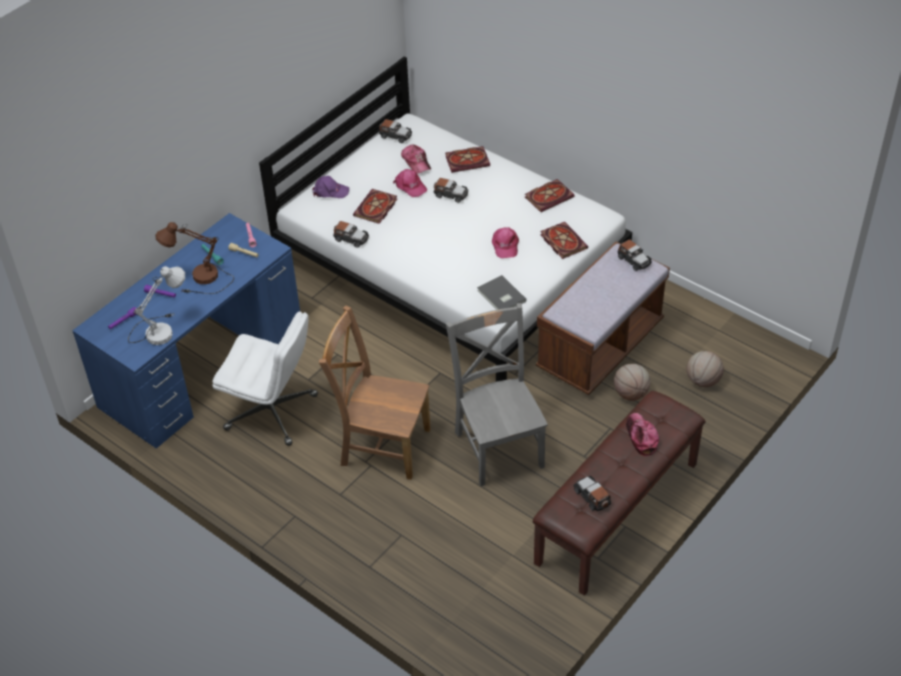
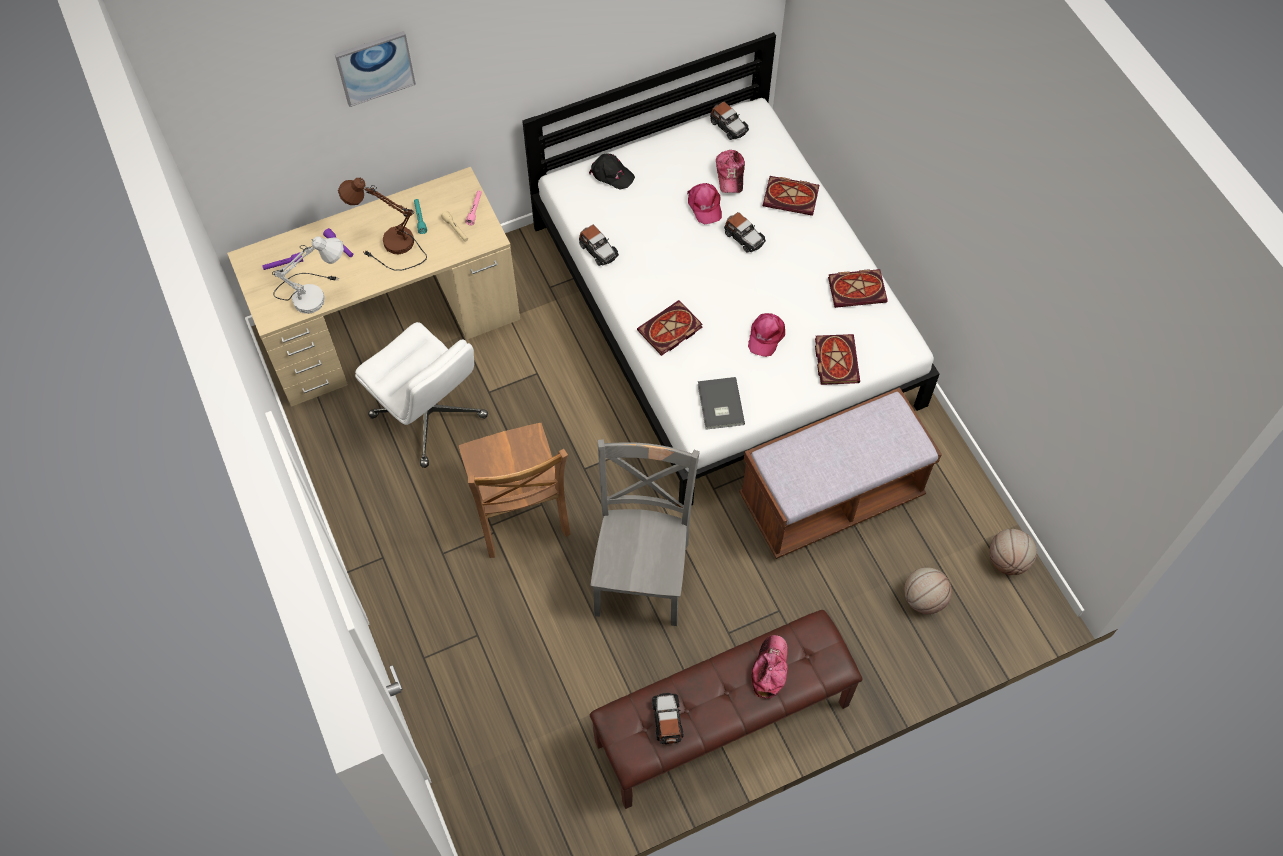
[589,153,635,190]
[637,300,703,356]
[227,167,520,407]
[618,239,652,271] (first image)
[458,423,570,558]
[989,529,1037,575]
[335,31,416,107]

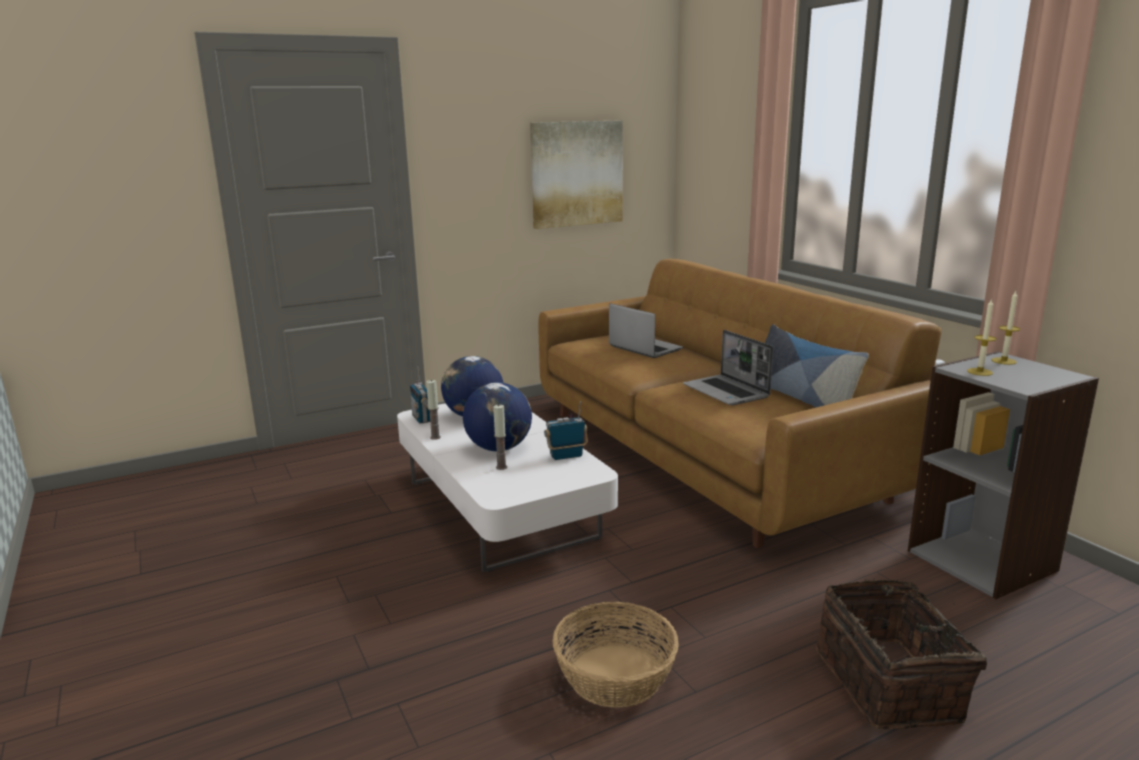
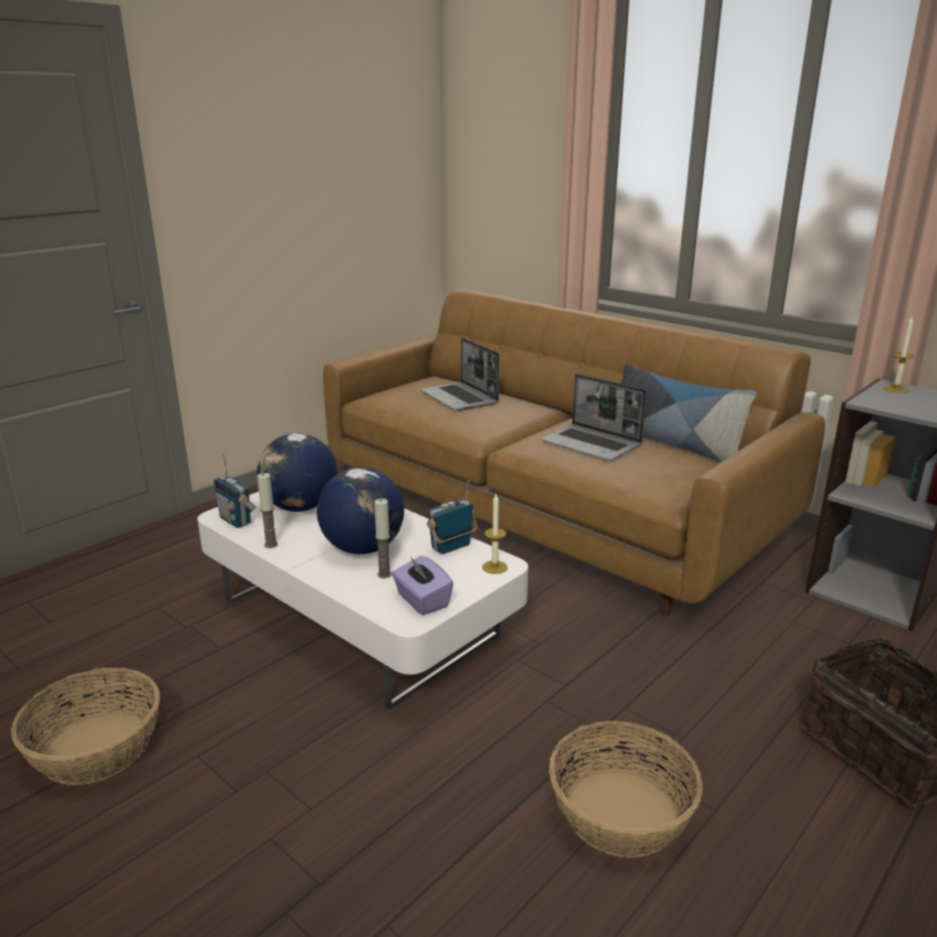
[530,120,623,229] (first image)
[482,494,508,574]
[420,338,499,411]
[392,556,453,615]
[11,667,160,785]

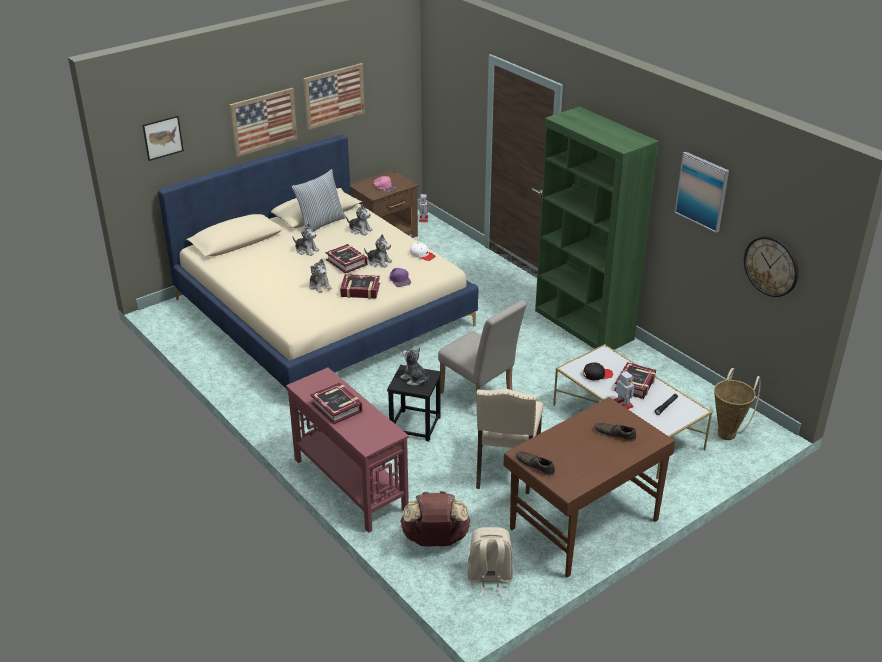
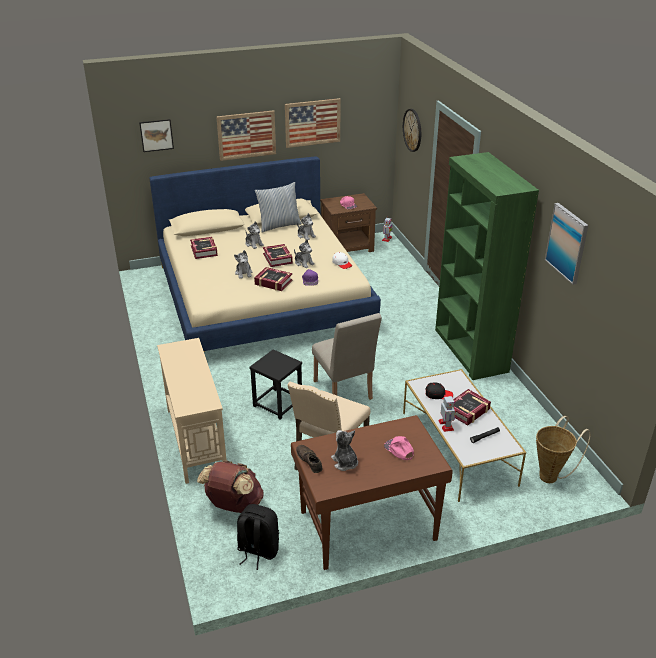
[403,109,421,152]
[331,430,358,471]
[157,338,227,484]
[190,237,218,259]
[384,436,414,460]
[237,504,279,570]

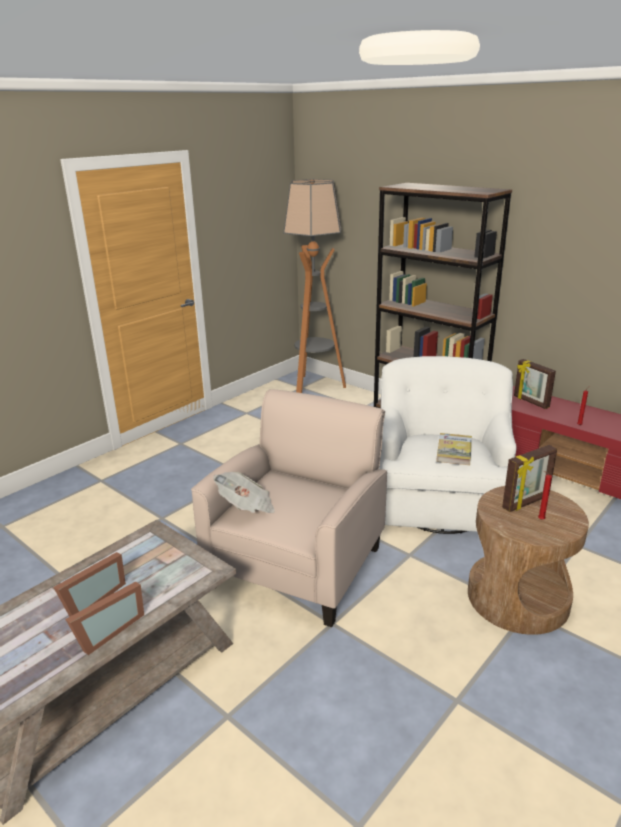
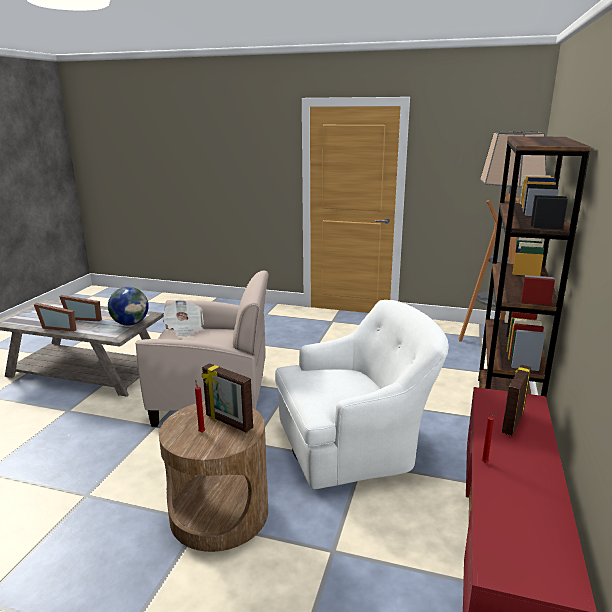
[436,433,472,465] (first image)
[108,287,149,325]

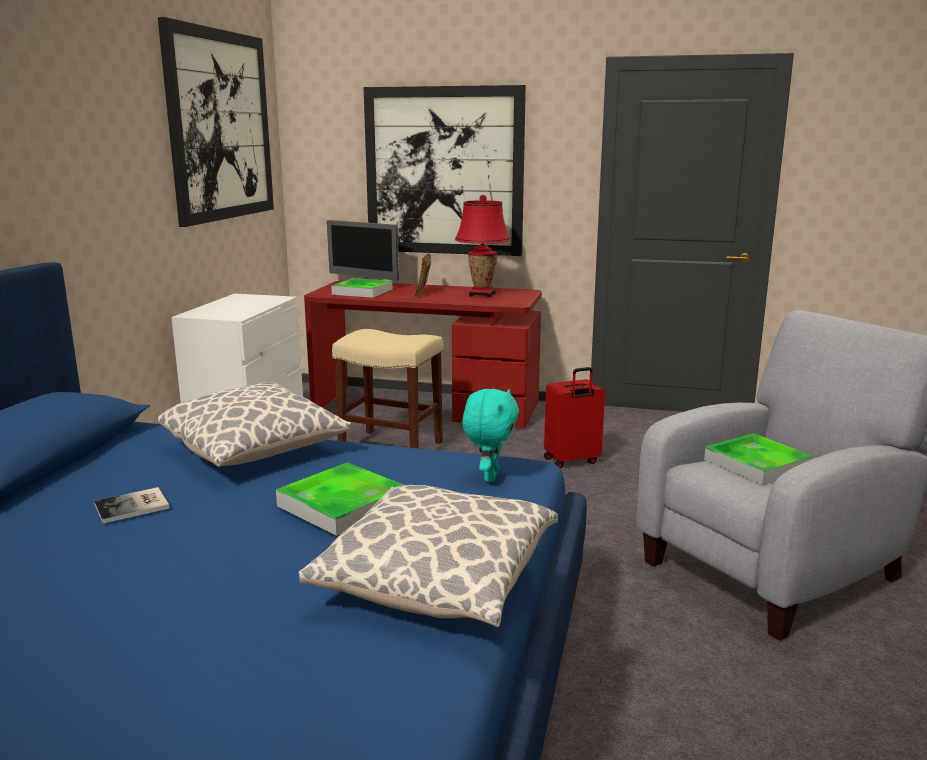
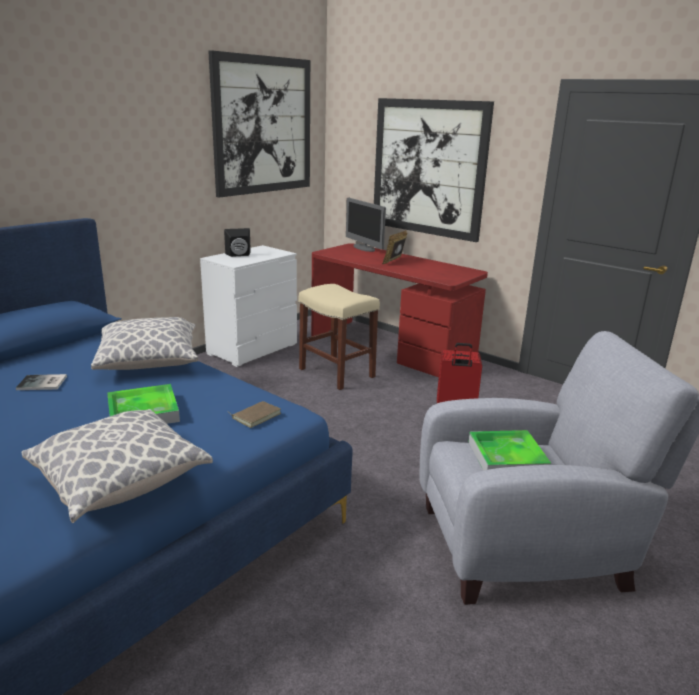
[455,195,510,297] (first image)
[331,278,393,298] (first image)
[232,401,281,428]
[224,228,251,257]

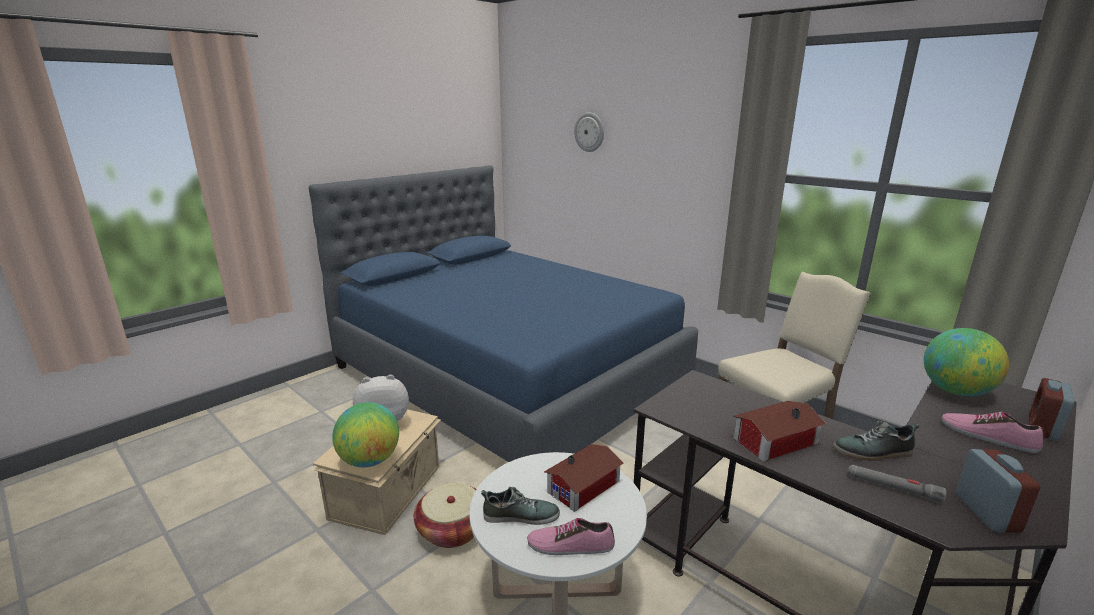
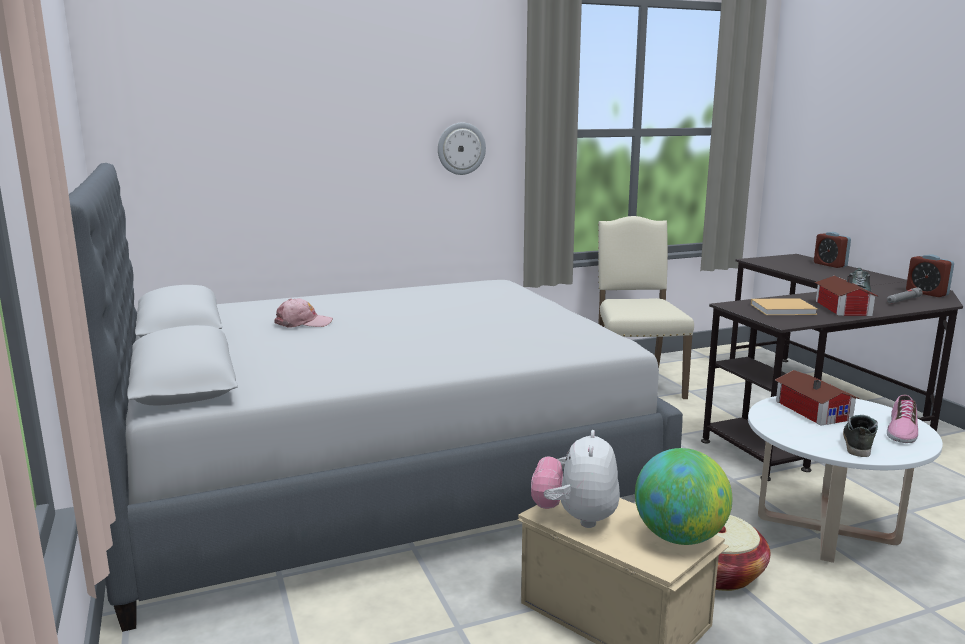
[438,122,486,175]
[69,163,683,632]
[924,328,1009,396] (first image)
[942,412,1044,453] (first image)
[906,255,954,297]
[274,298,333,328]
[751,298,817,315]

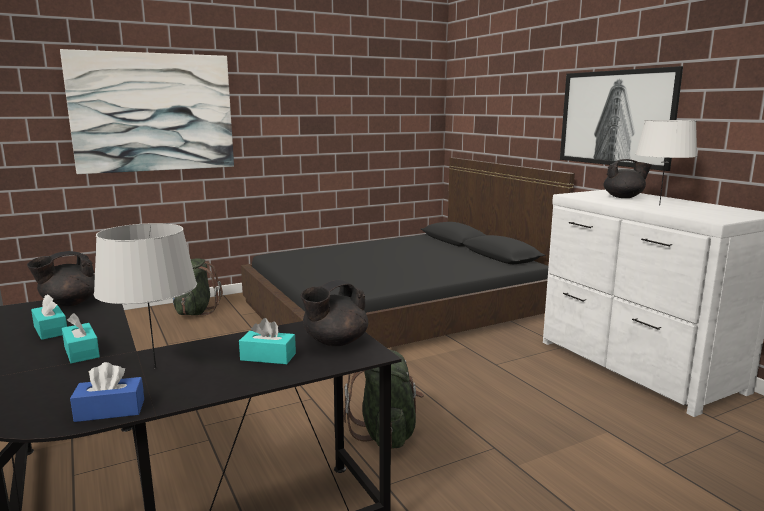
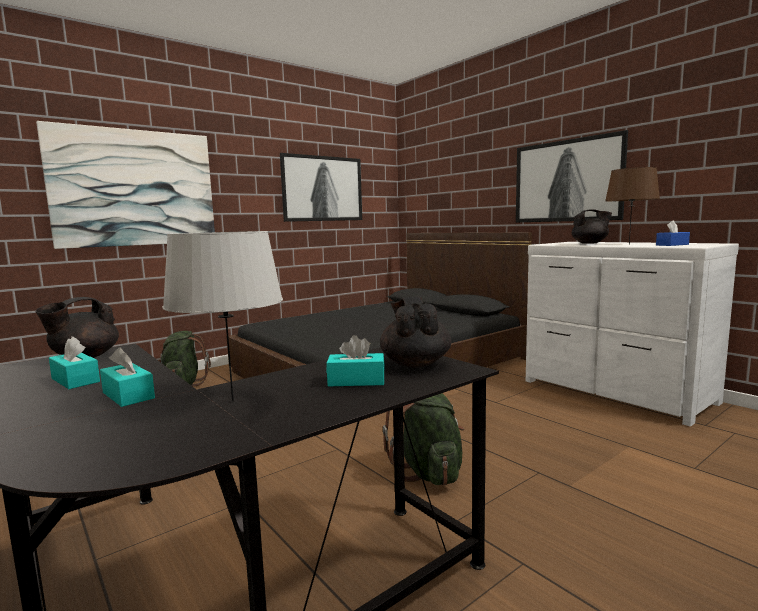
[605,167,660,245]
[380,296,451,368]
[656,221,690,246]
[280,153,362,222]

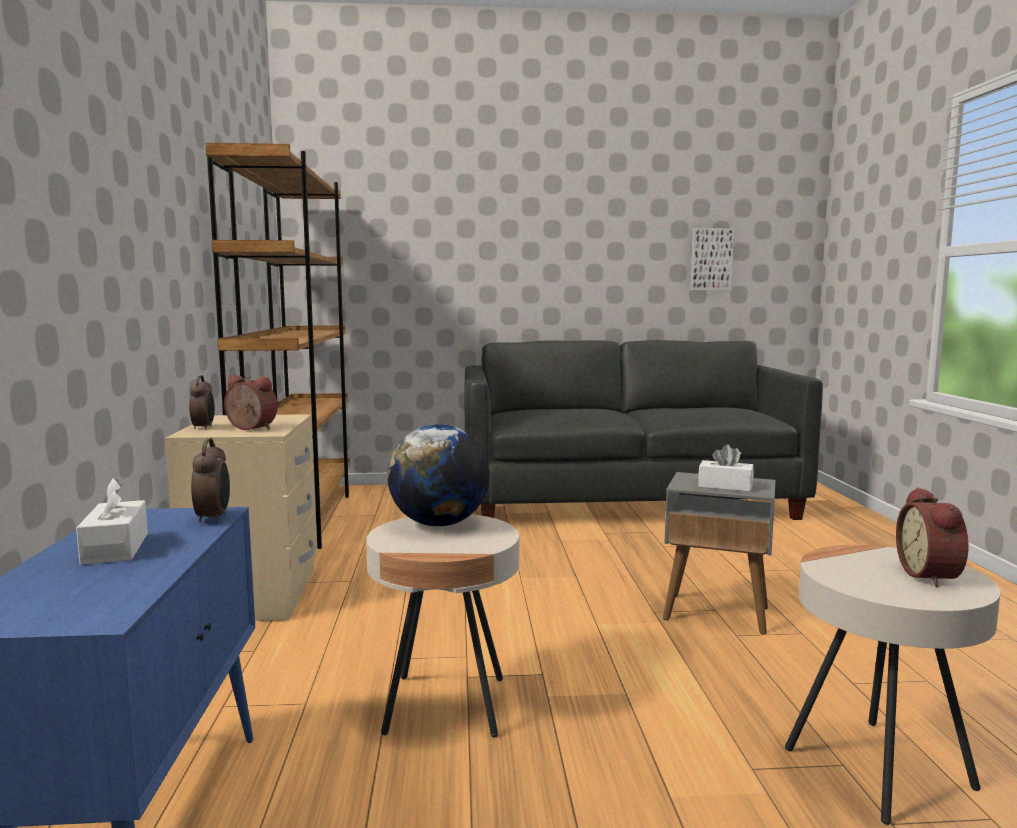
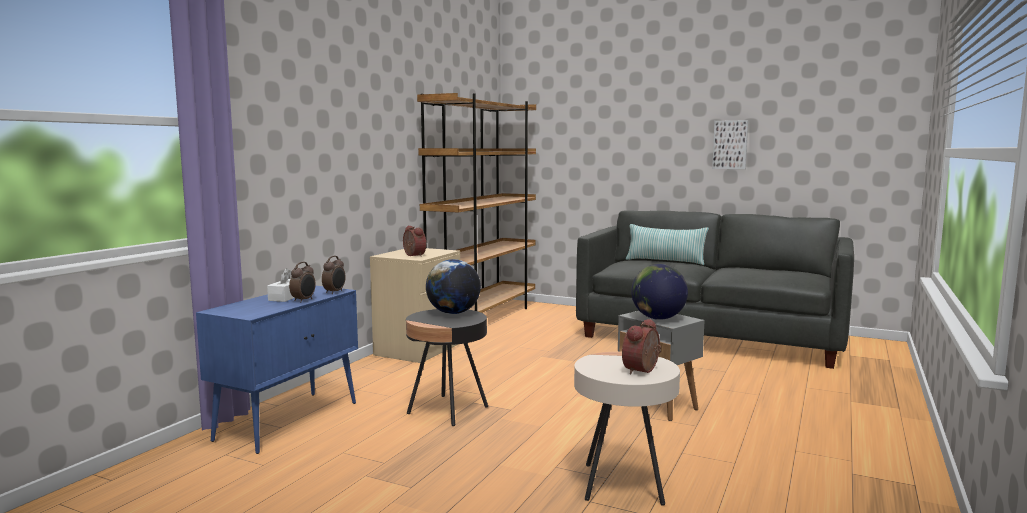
[712,120,748,169]
[289,262,316,302]
[631,264,688,320]
[406,309,488,426]
[626,224,709,265]

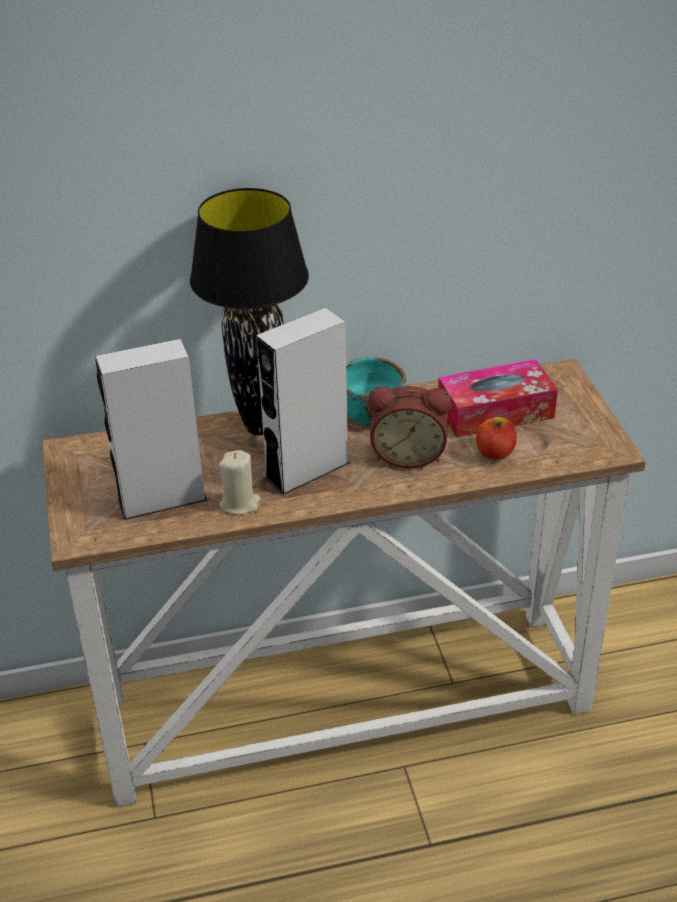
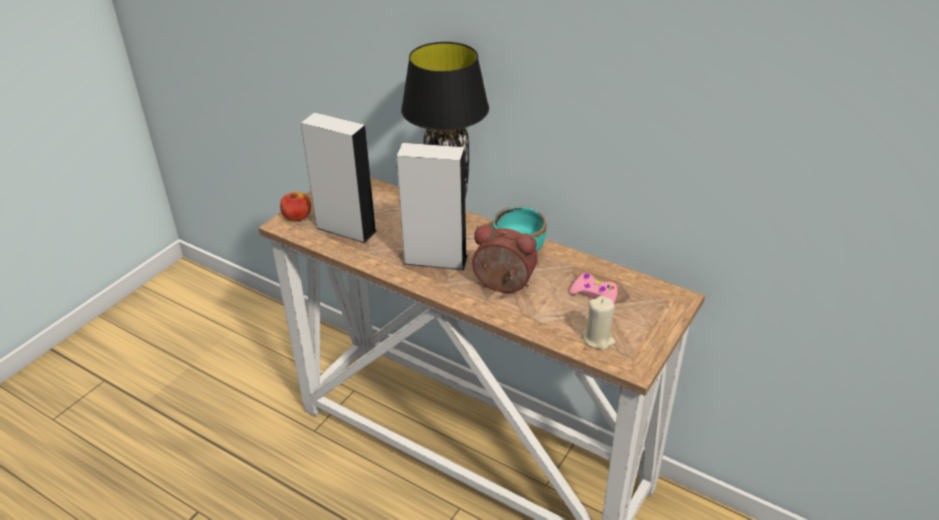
[570,273,618,304]
[472,225,537,293]
[280,192,311,221]
[583,296,616,350]

